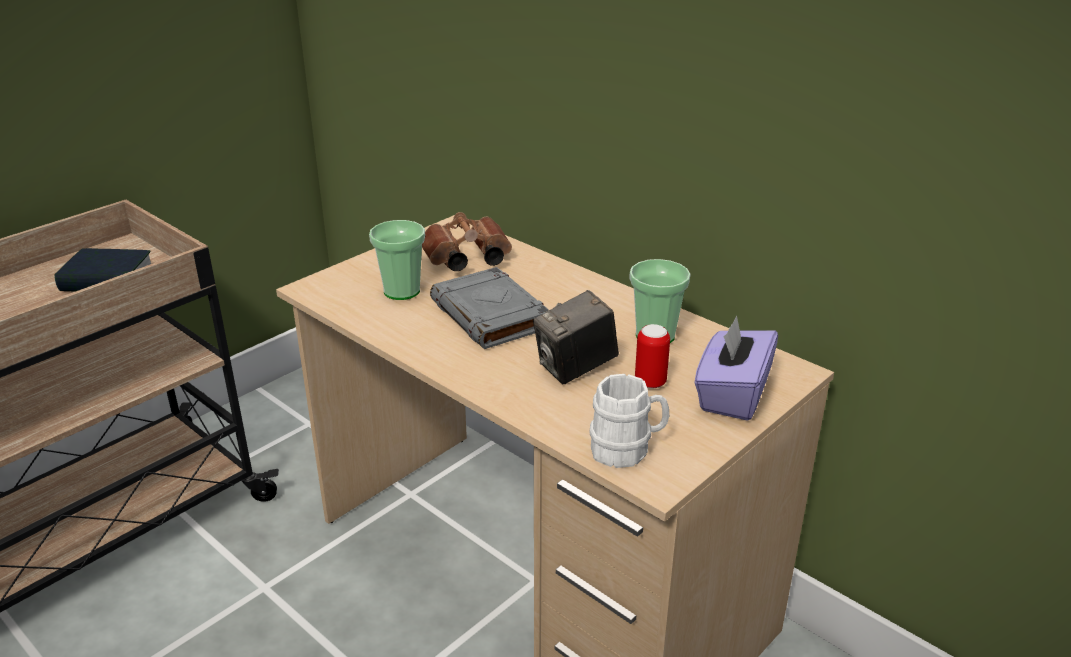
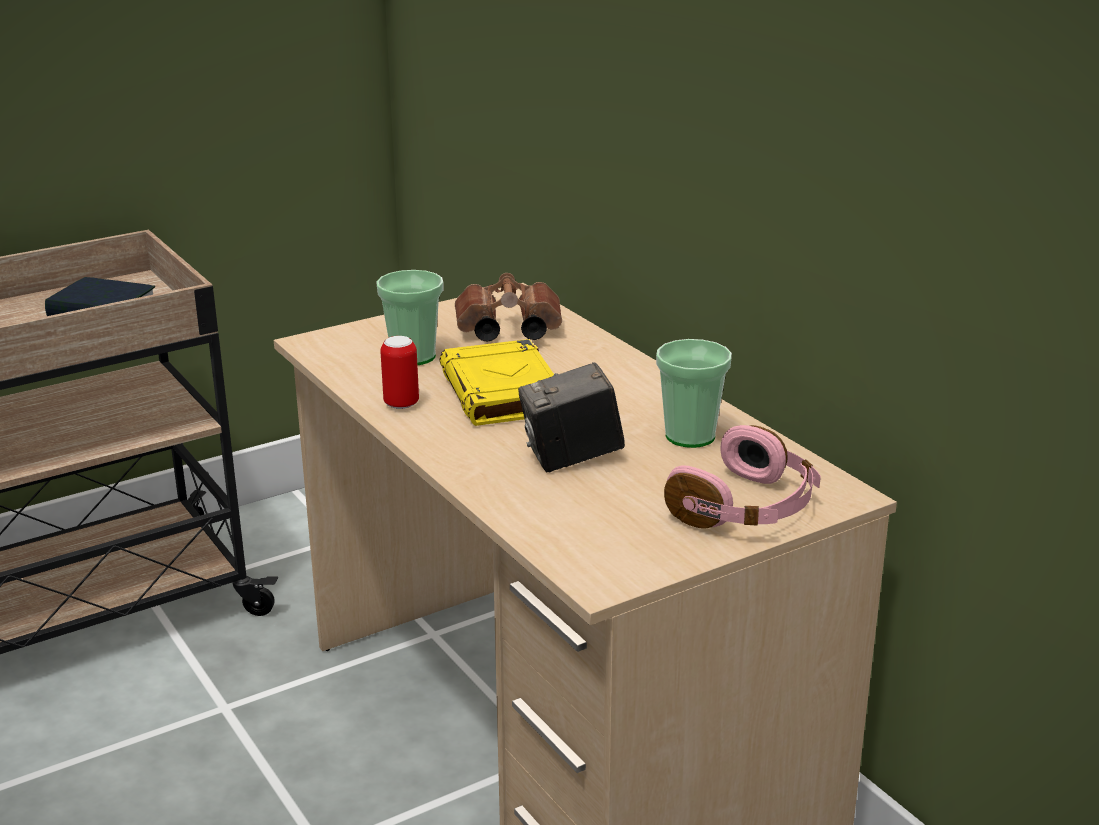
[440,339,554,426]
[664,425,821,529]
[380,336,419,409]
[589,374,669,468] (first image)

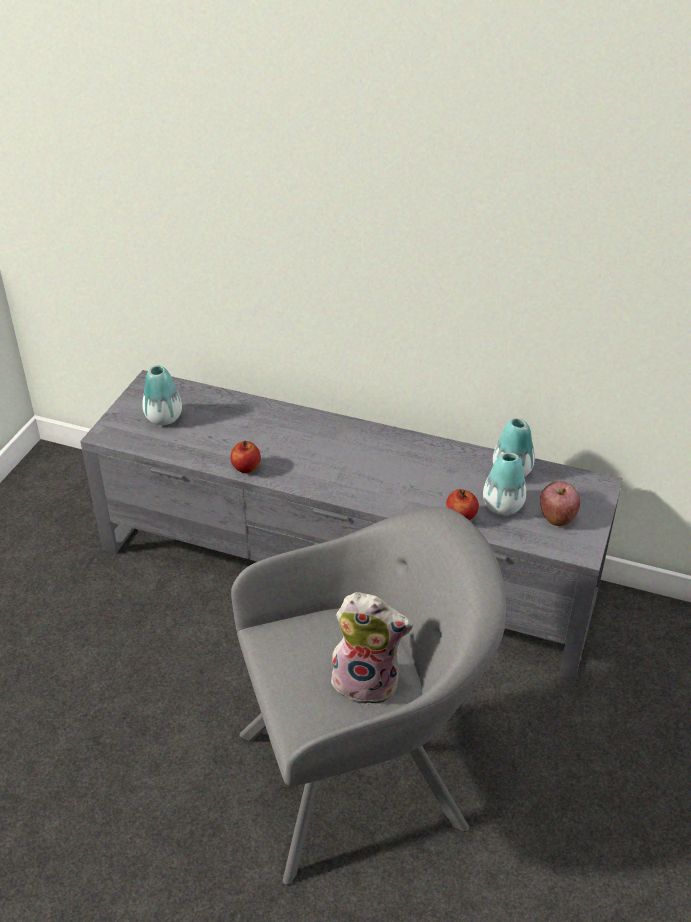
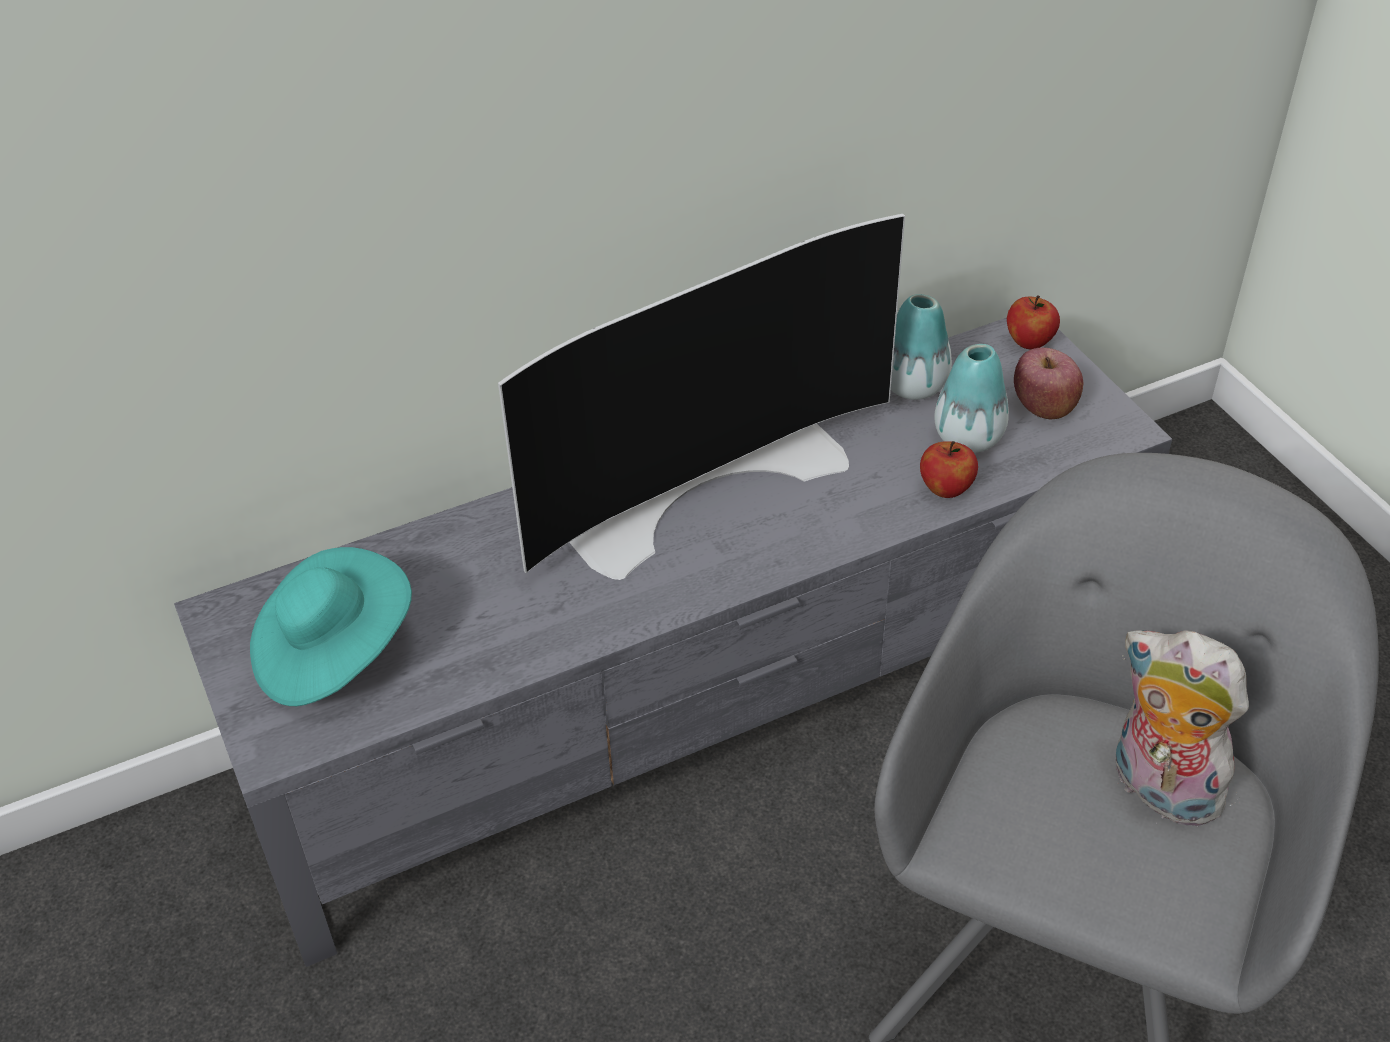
[250,547,412,706]
[1007,295,1060,349]
[1116,630,1249,827]
[498,214,905,580]

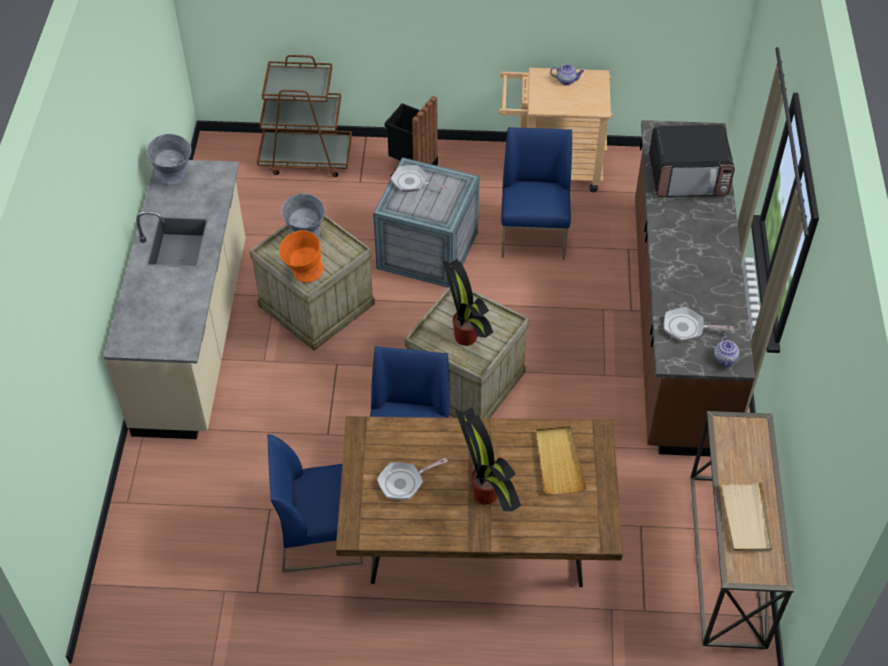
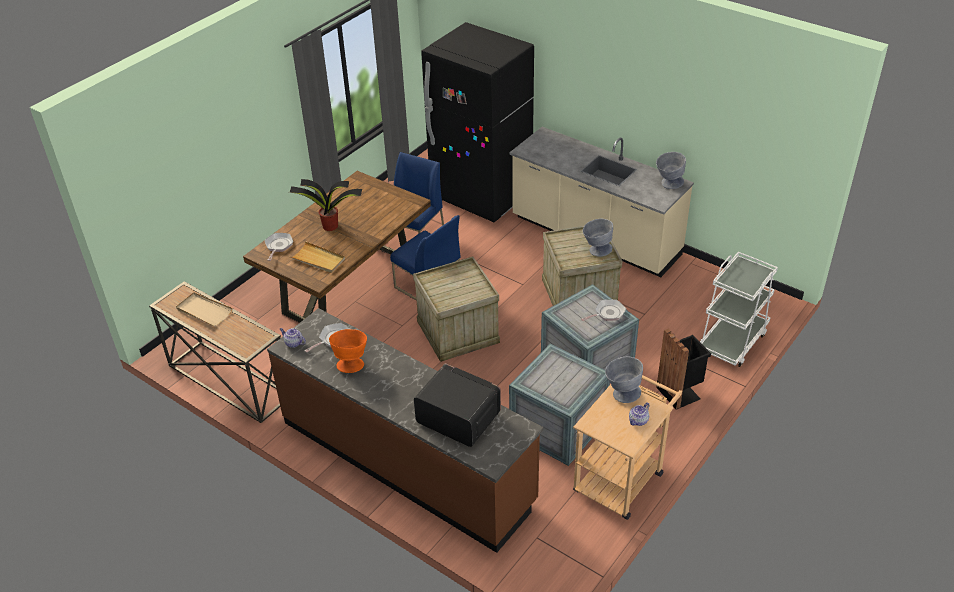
[700,252,778,367]
[414,364,501,447]
[509,344,610,466]
[329,329,367,373]
[442,259,493,346] (first image)
[265,233,293,261]
[421,22,534,222]
[605,357,643,403]

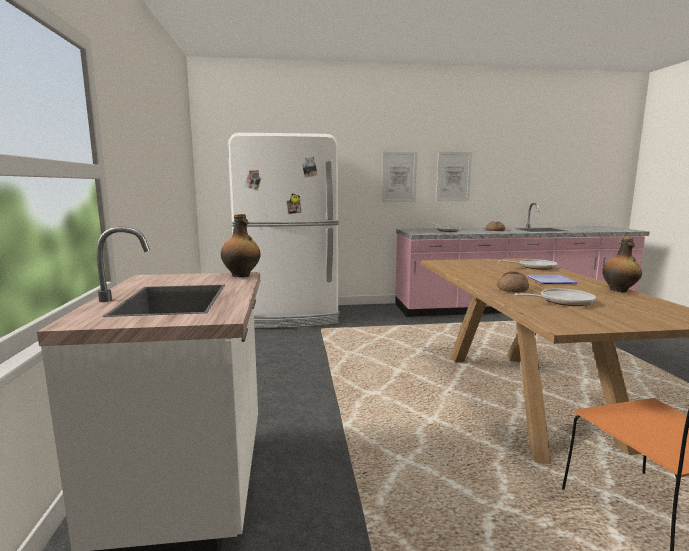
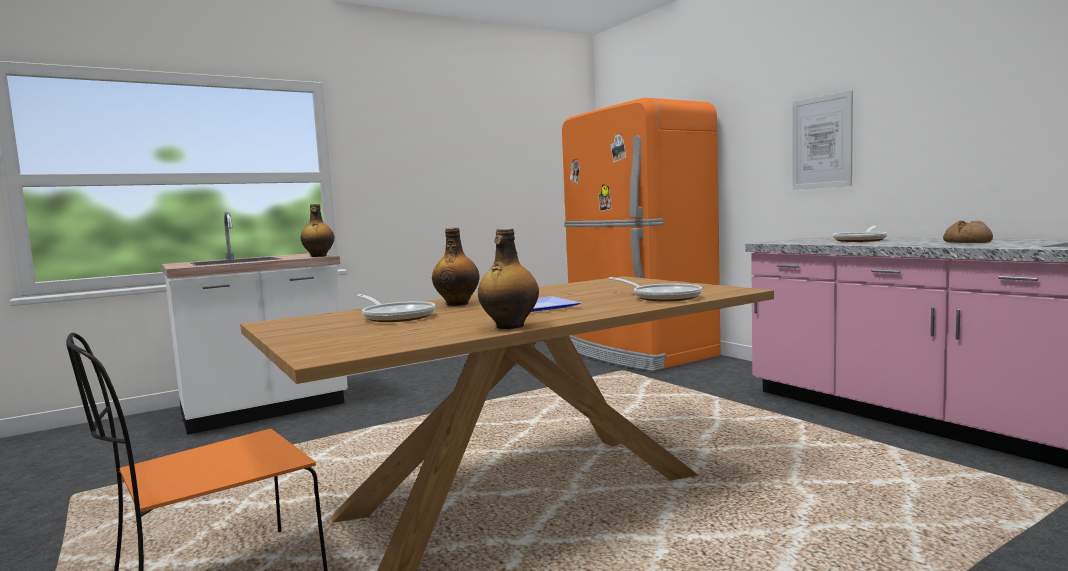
[562,98,720,371]
[436,152,472,201] (first image)
[432,227,479,306]

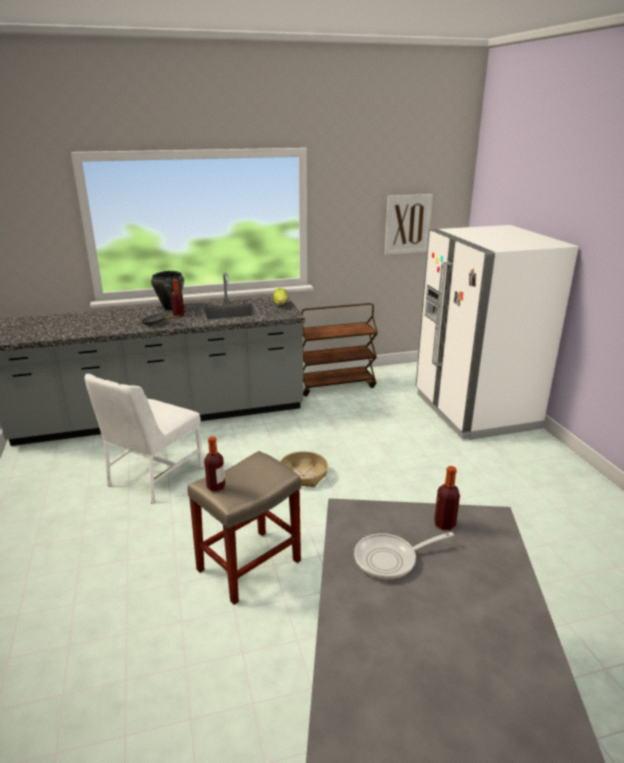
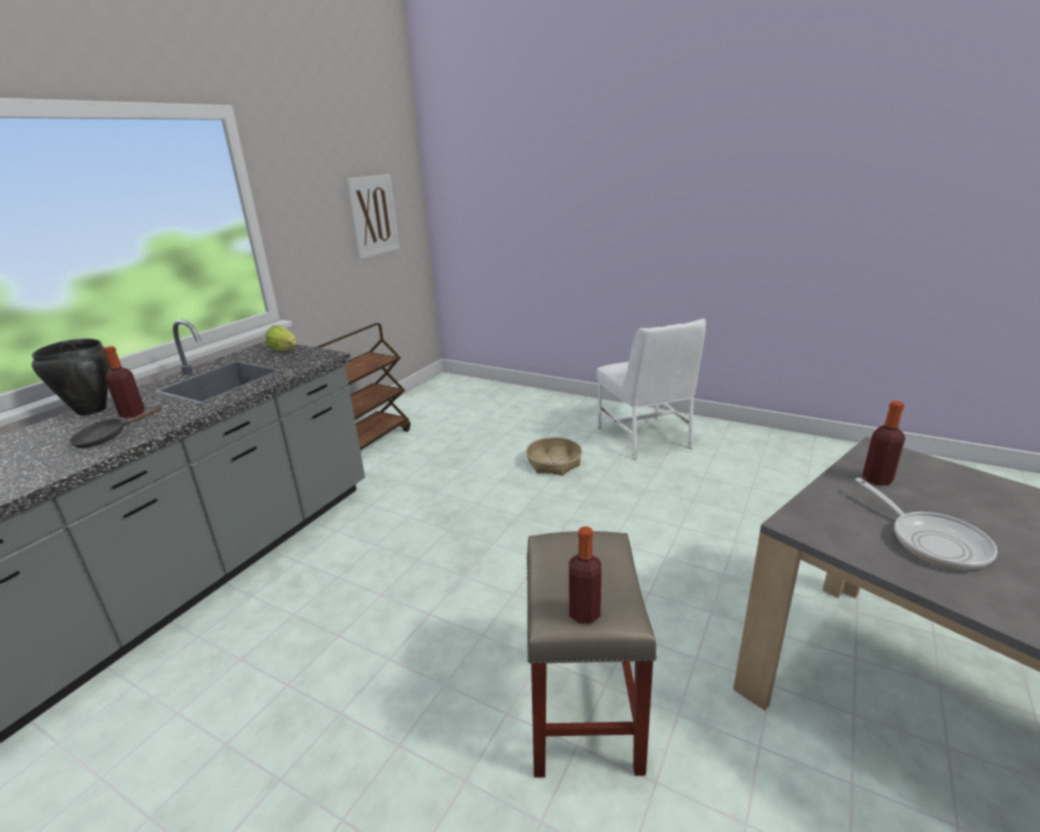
[416,225,579,440] (first image)
[597,319,706,460]
[526,437,582,476]
[855,478,998,569]

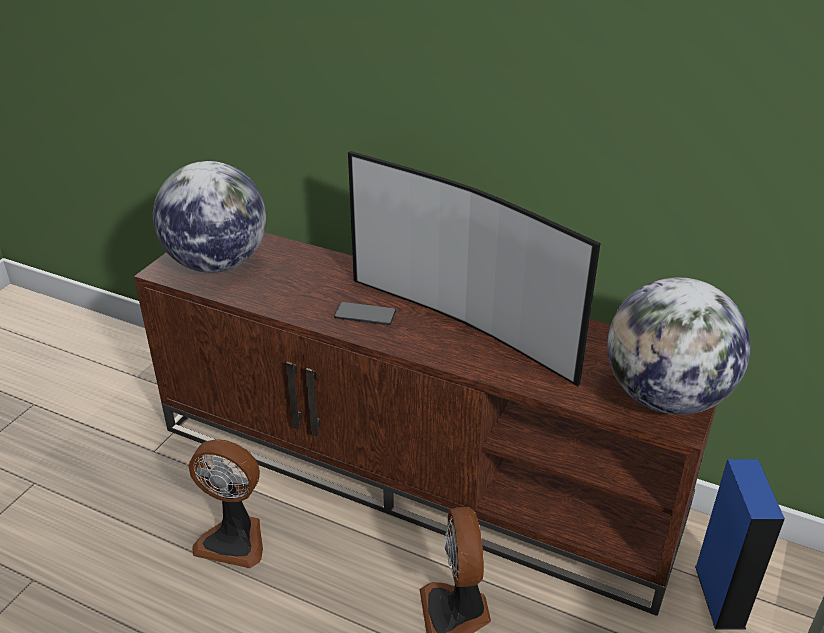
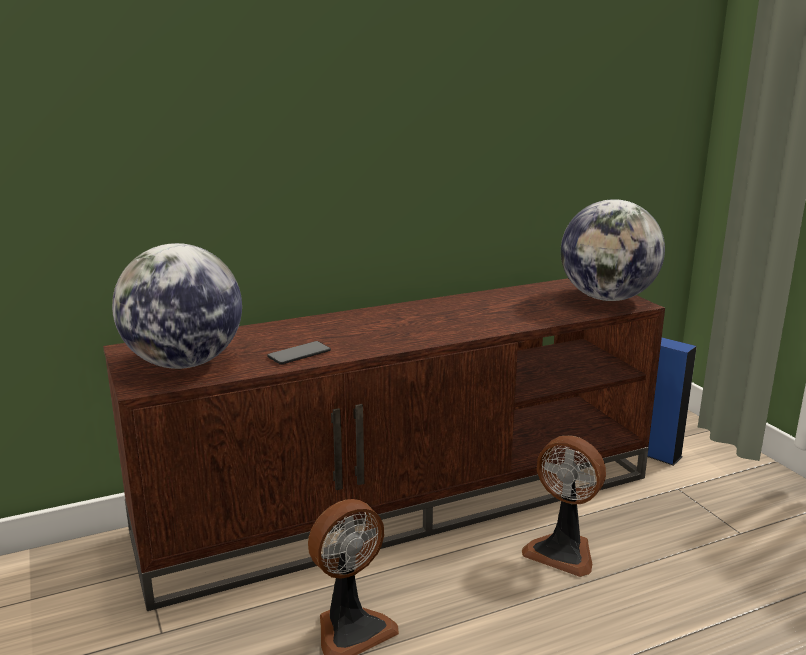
[348,151,601,386] (first image)
[267,341,331,365]

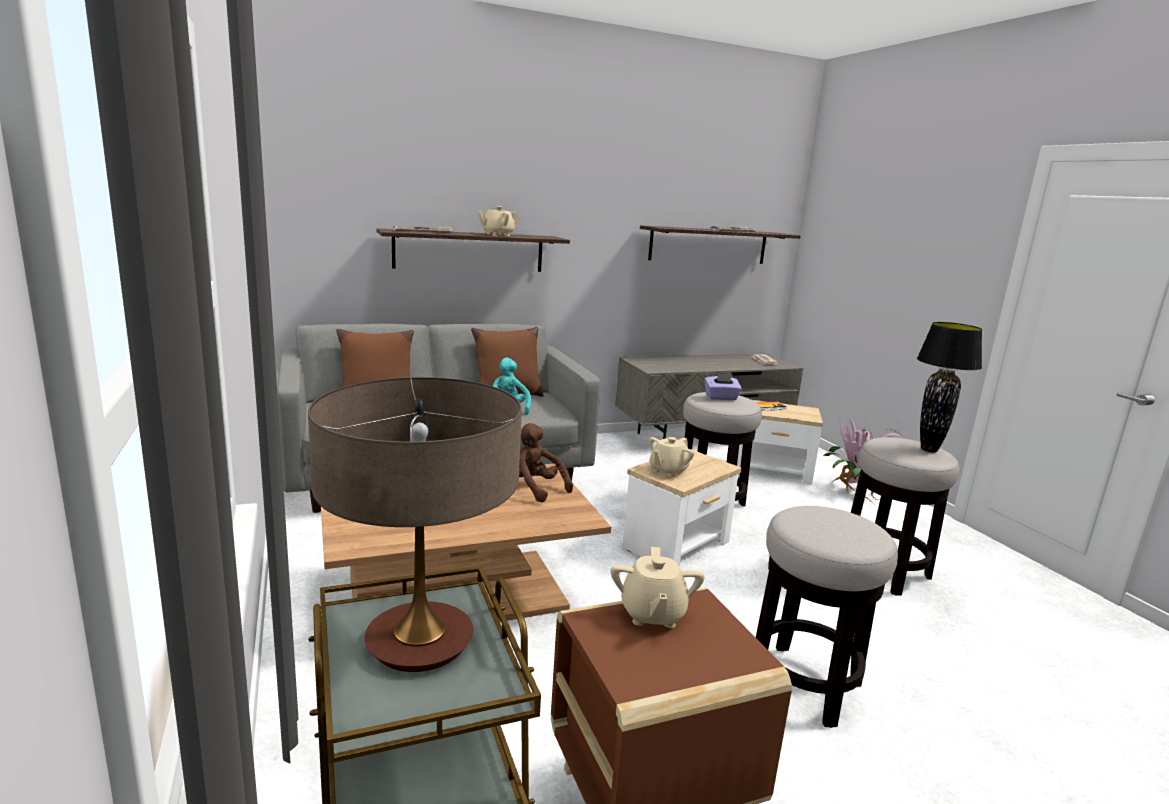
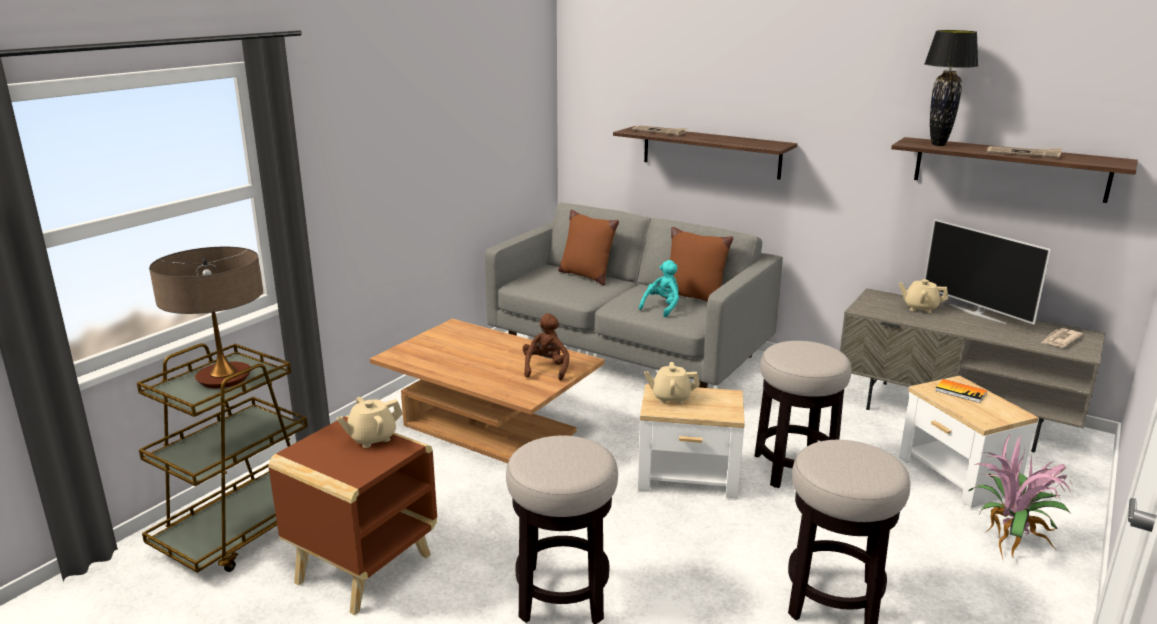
[899,279,948,313]
[924,30,978,146]
[704,373,742,400] (first image)
[924,219,1051,324]

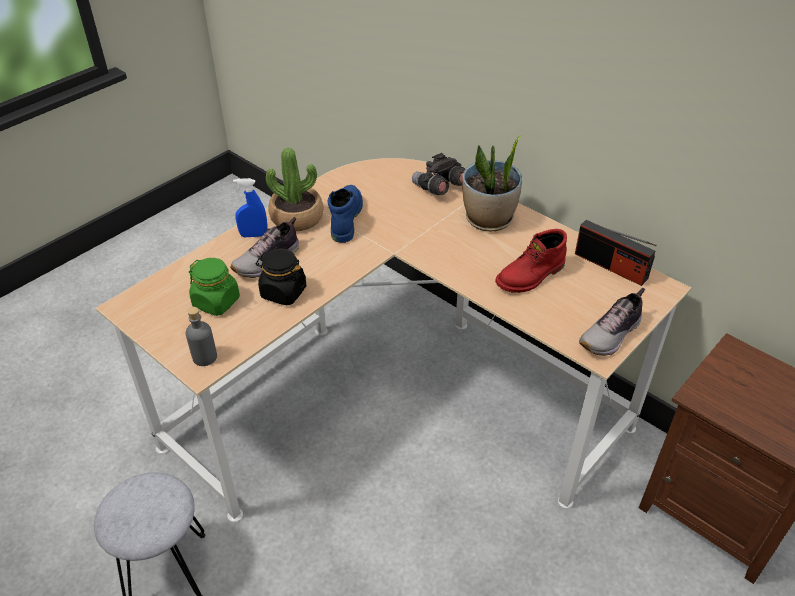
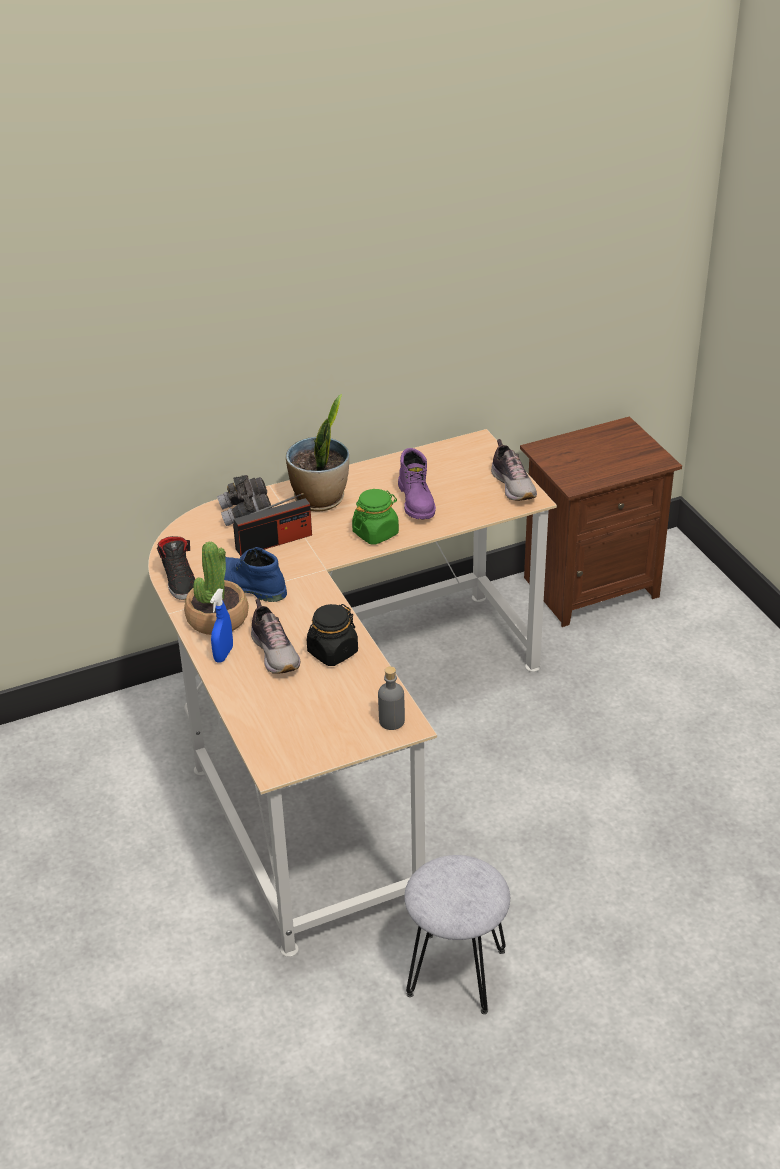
[233,493,312,556]
[398,448,436,519]
[352,489,399,545]
[157,536,195,600]

